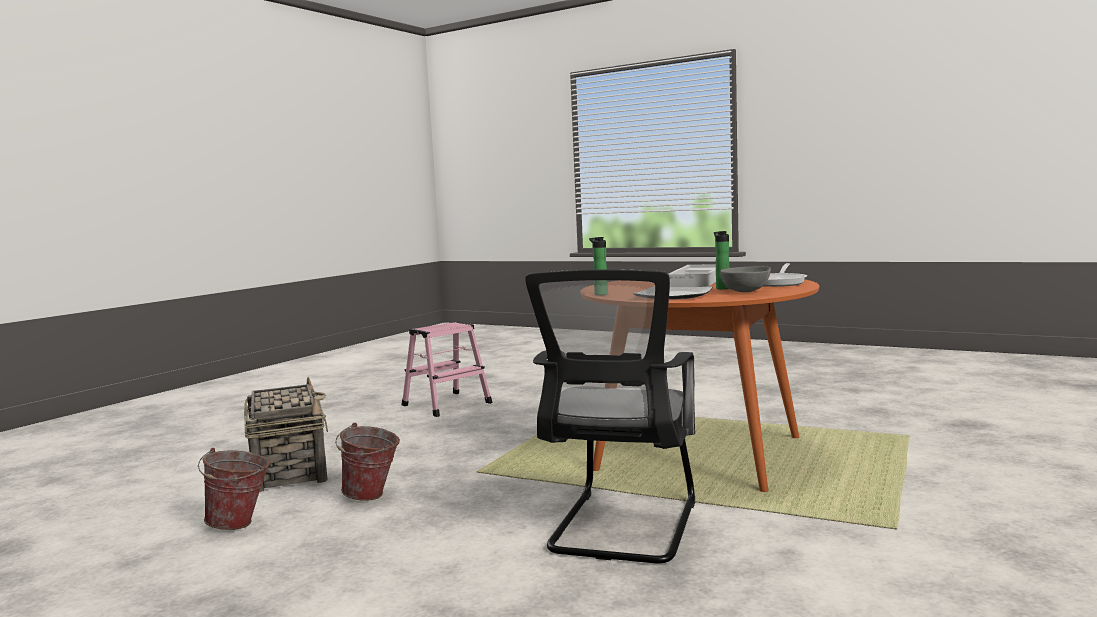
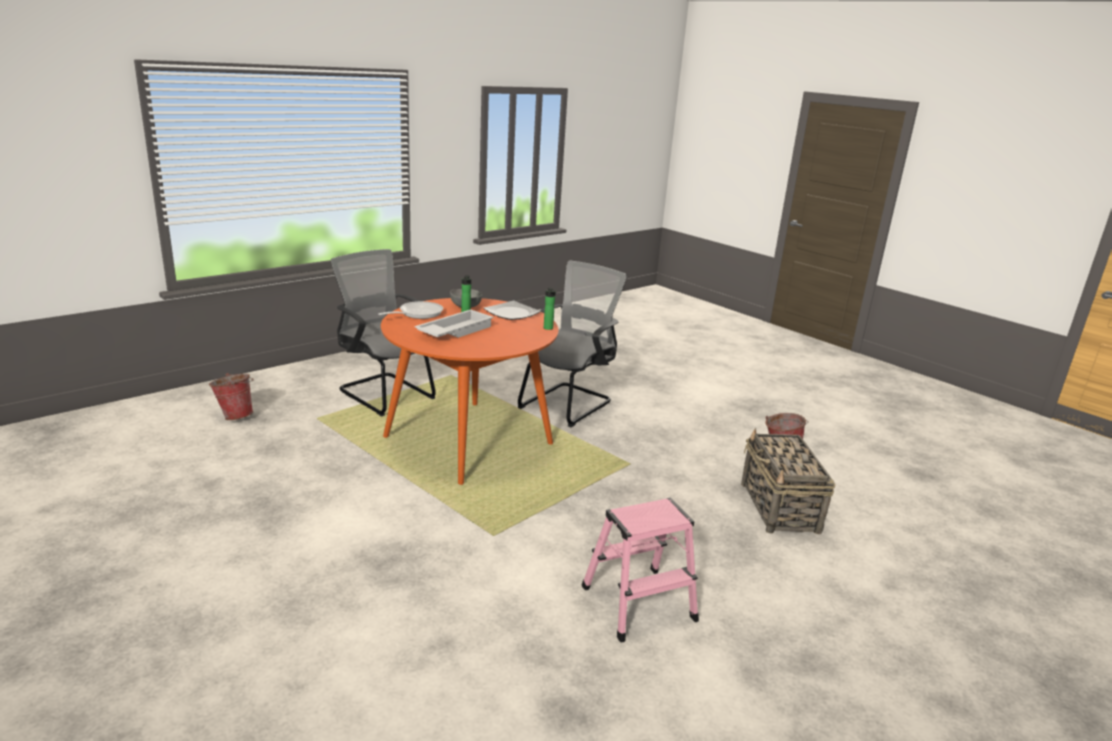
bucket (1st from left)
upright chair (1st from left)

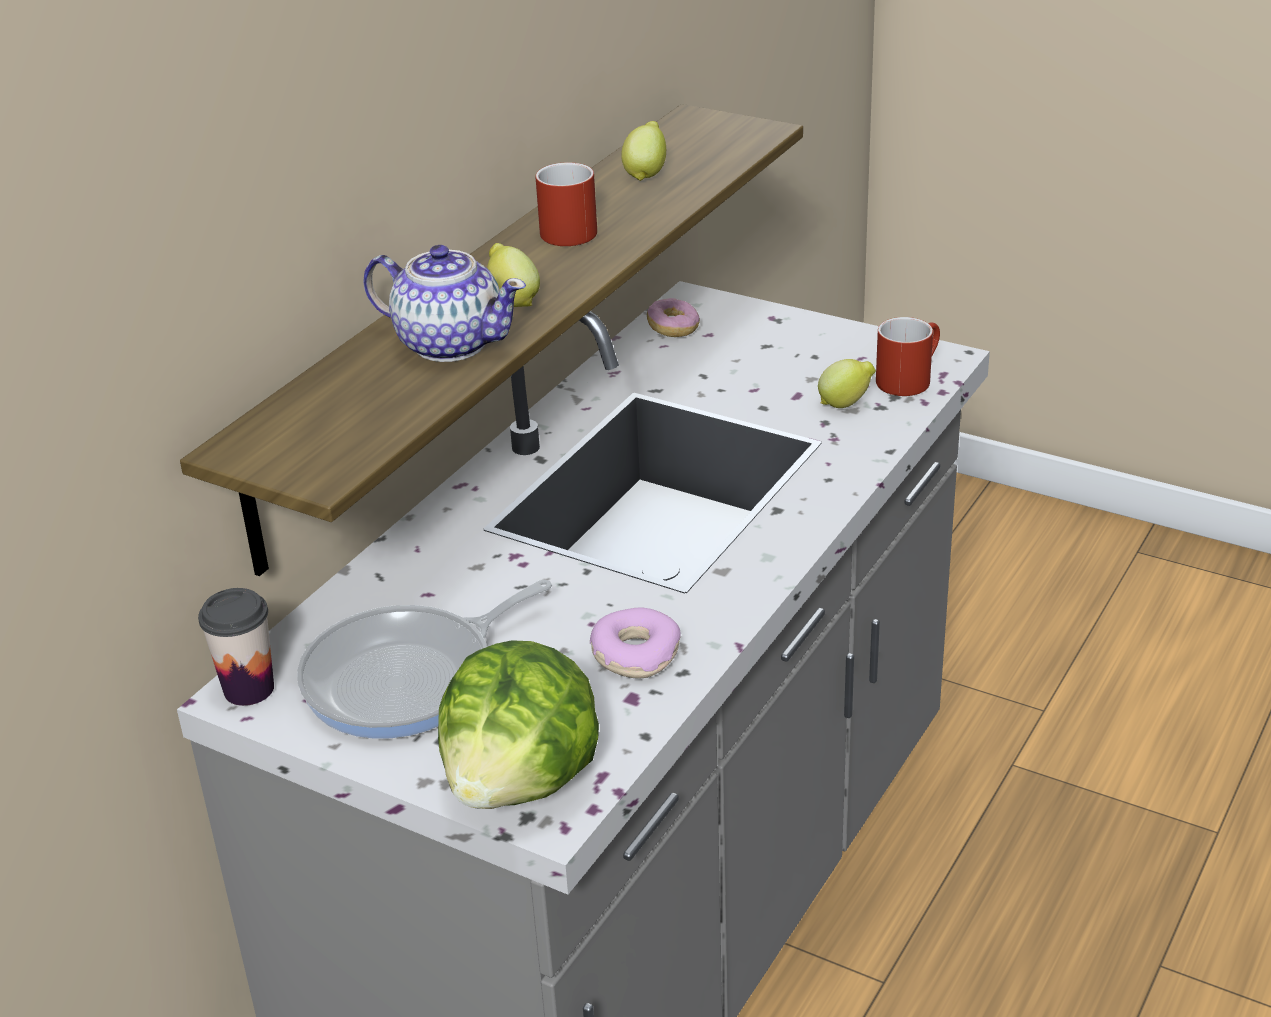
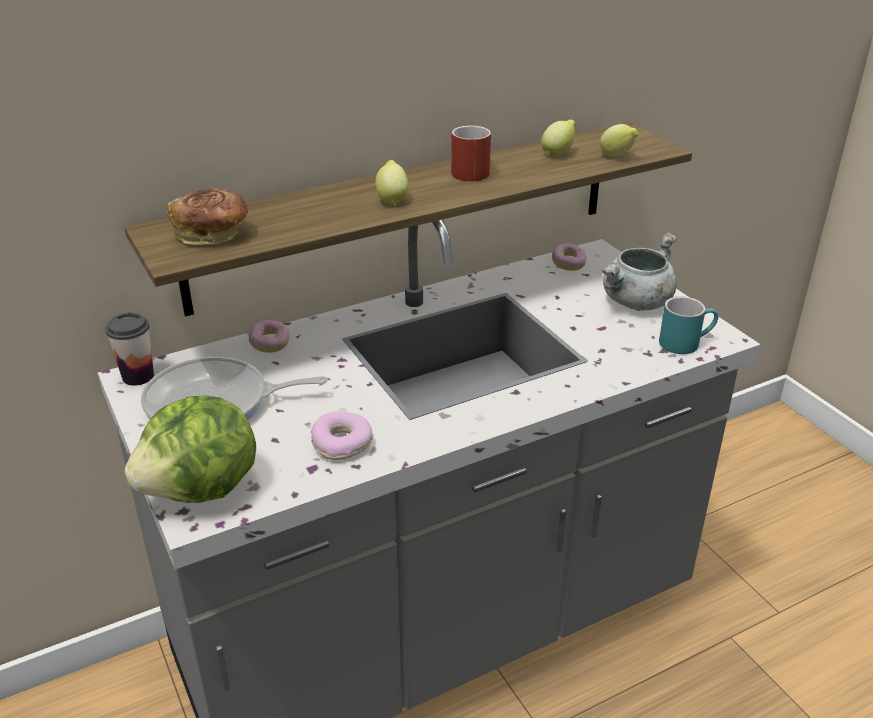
bakery bread
doughnut (1st from left)
whole lemon (3rd from left)
grey saucepot
turquoise tea mug
pot for tea

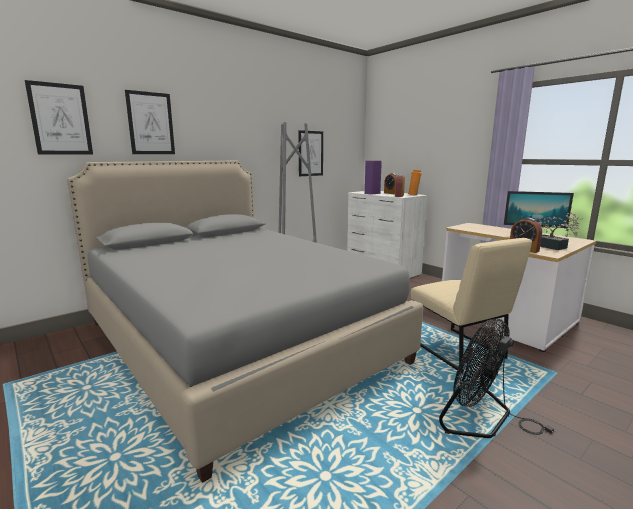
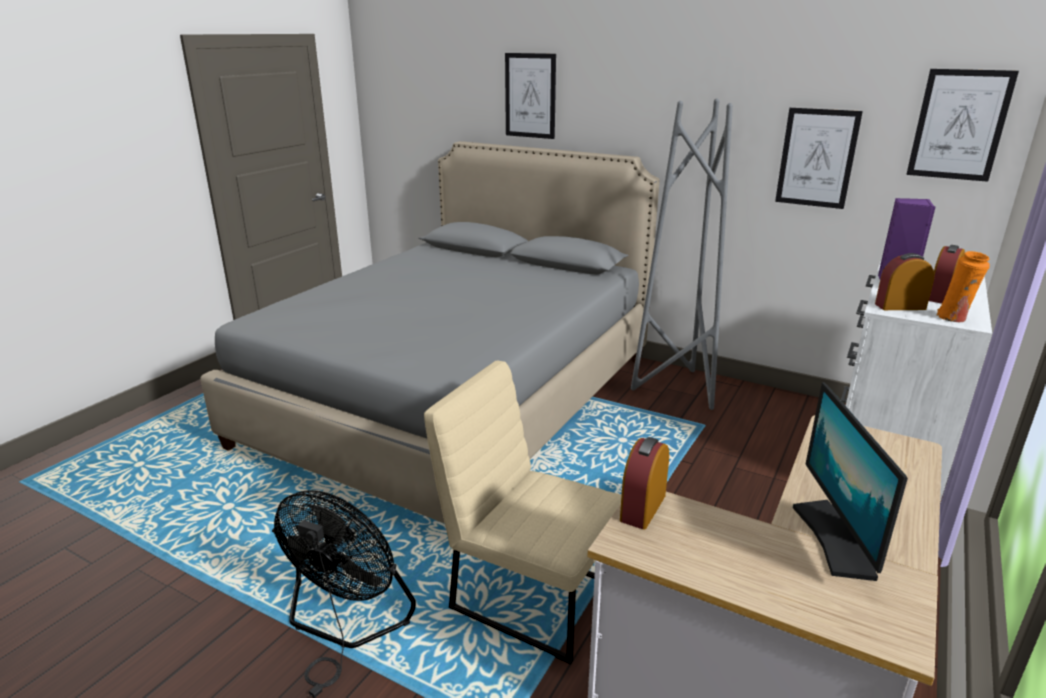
beige upright chair
wall picture (3rd from left)
plant in a pot

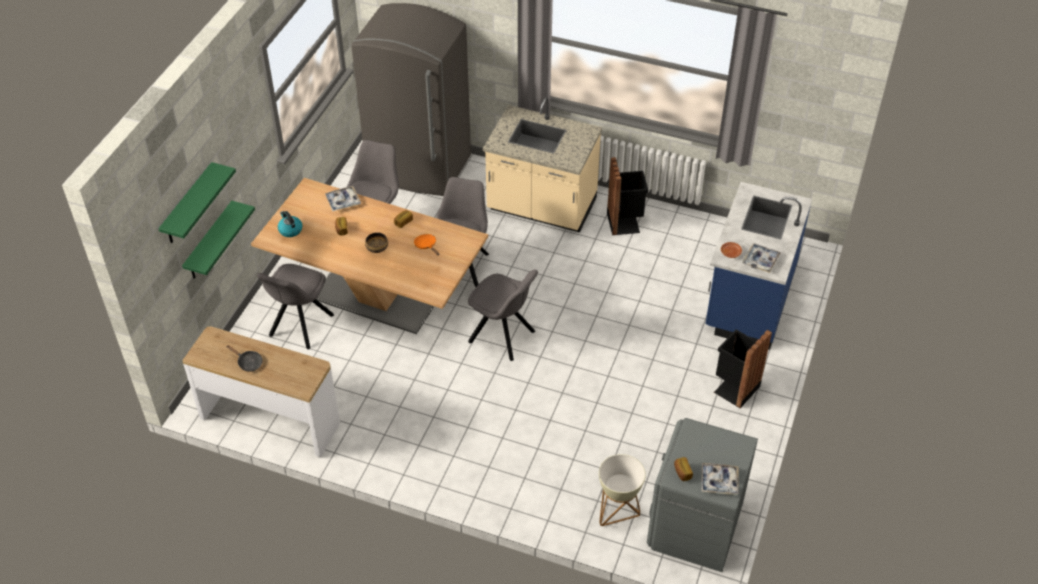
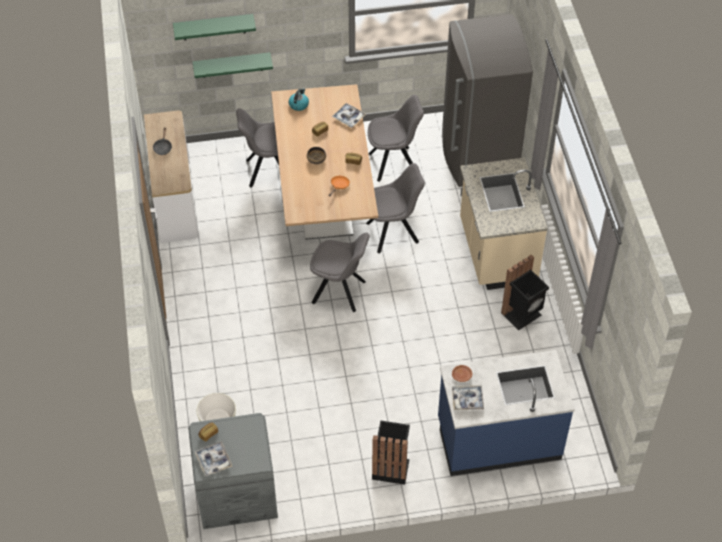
grey upright chair (2nd from left)

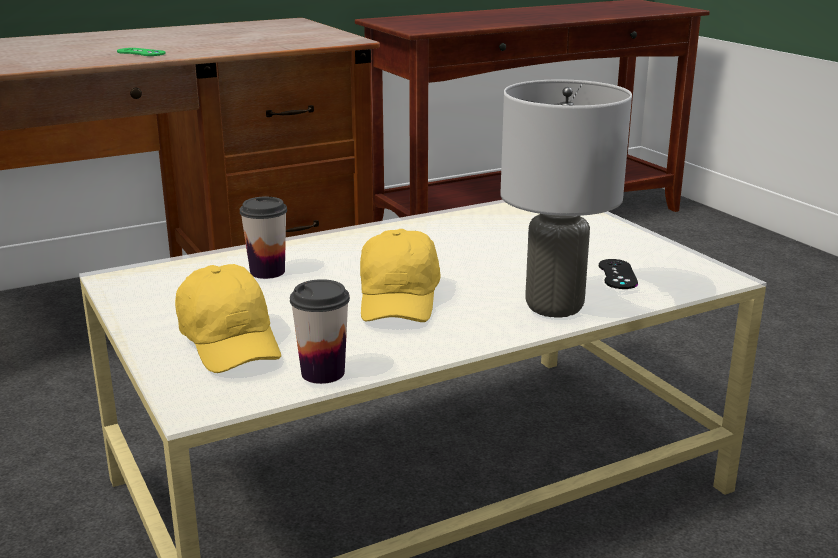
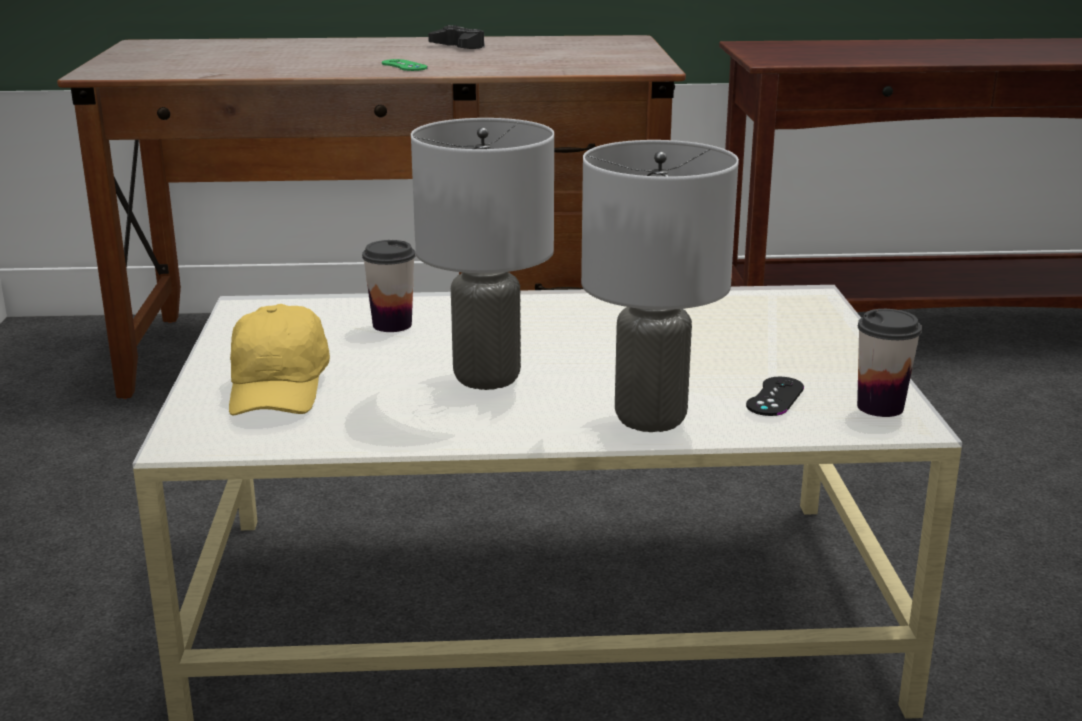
white-coloured lamp for a table (1st from left)
blackish joypad (1st from left)
small cup (2nd from left)

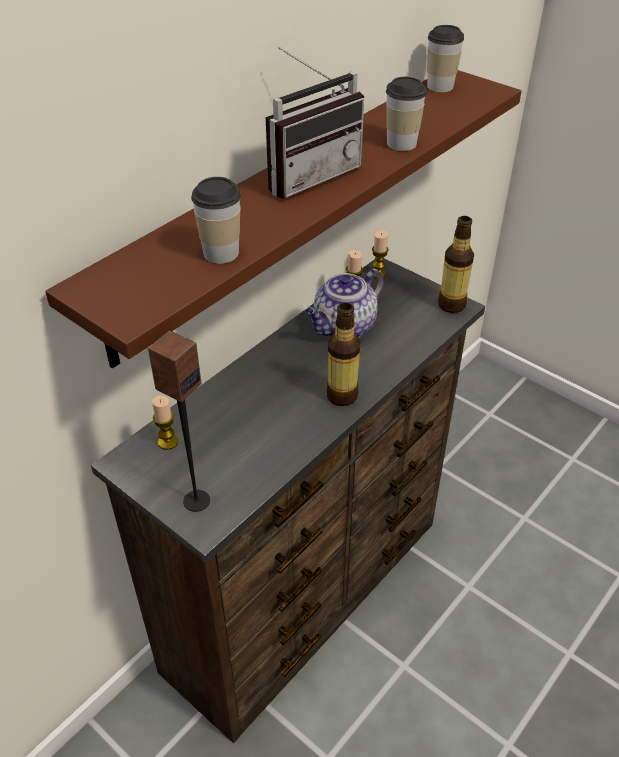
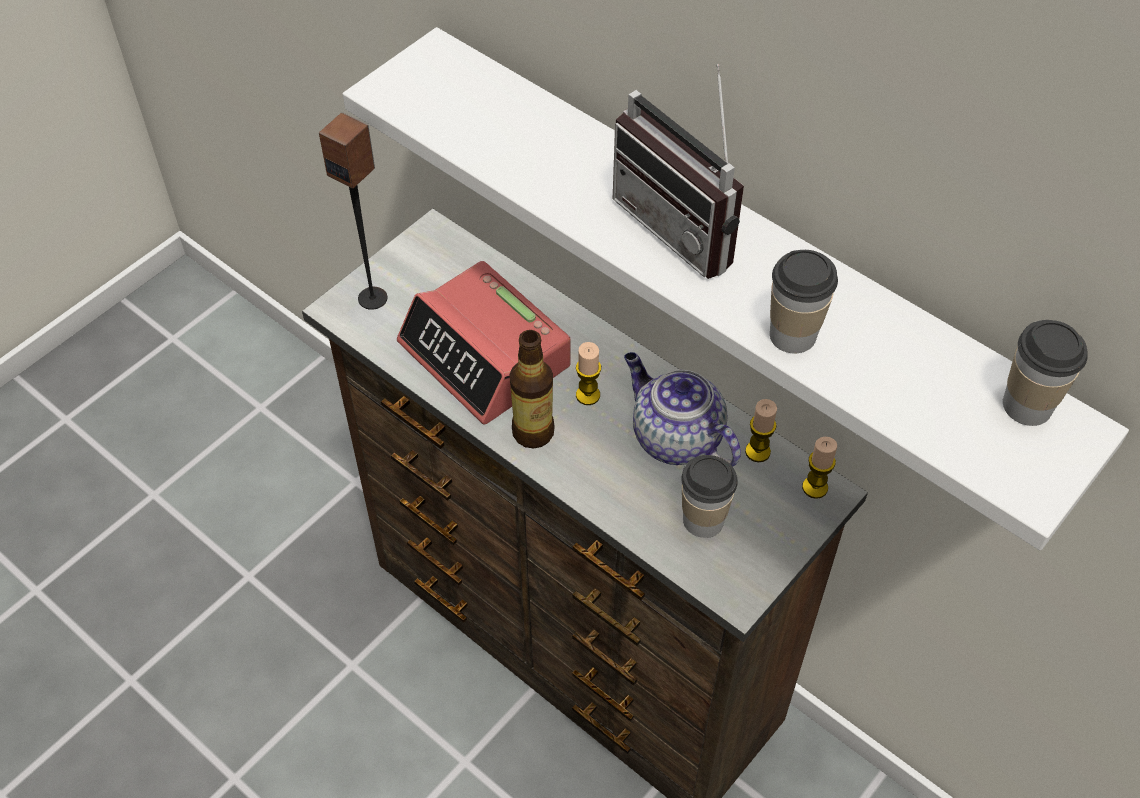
white-coloured shelf
table clock
wax light (1st from left)
small cup (1st from left)
beverage bottle (2nd from left in the first image)

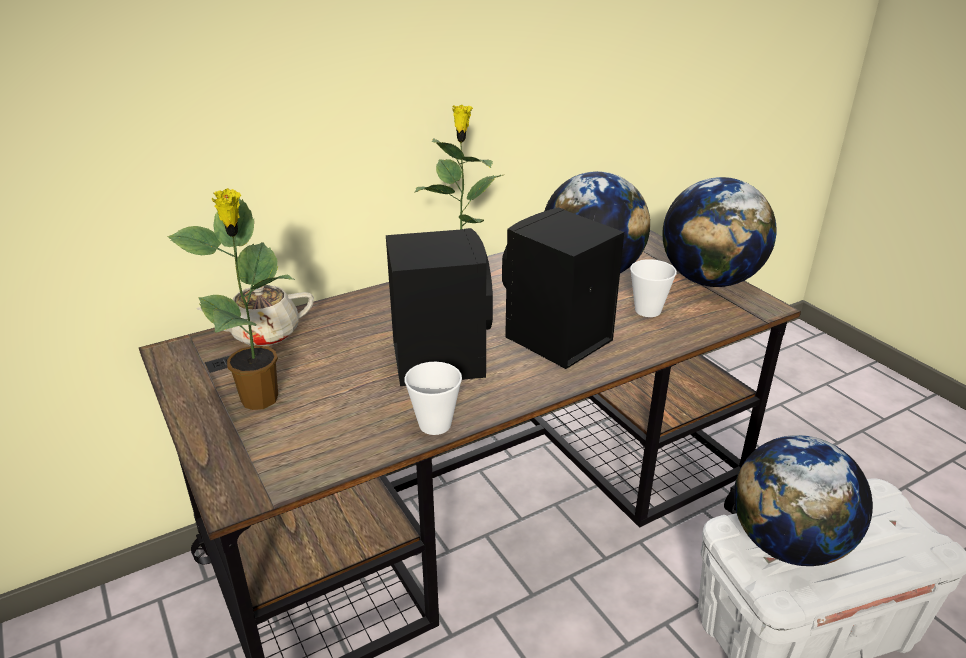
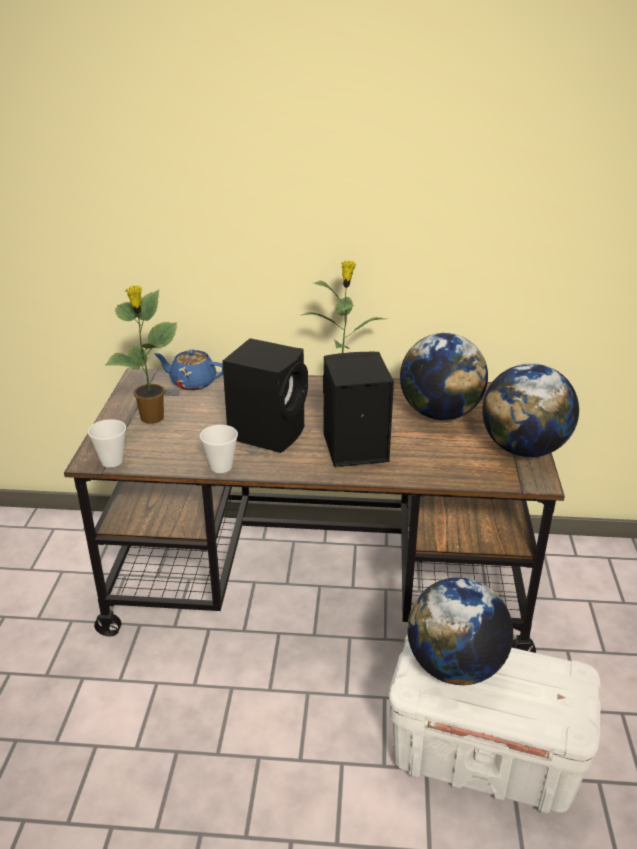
small cup (1st from left)
blue-coloured pot for tea

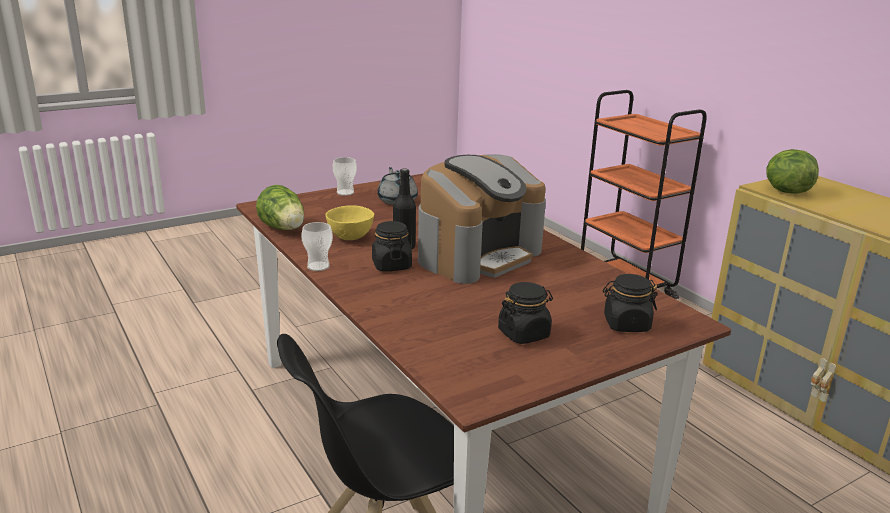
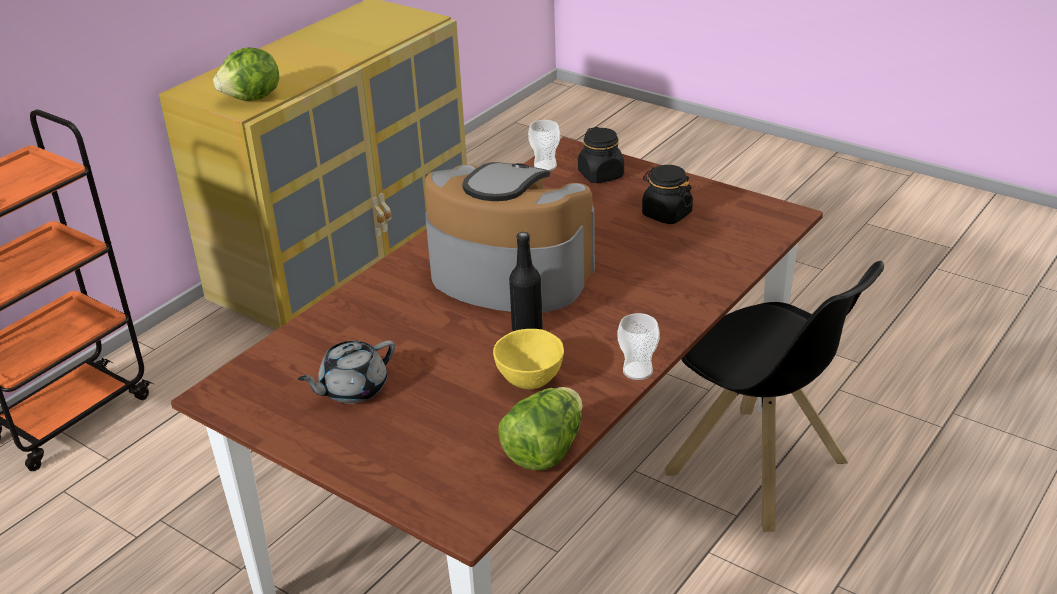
small cup (1st from left)
blackish storage jar (1st from left in the first image)

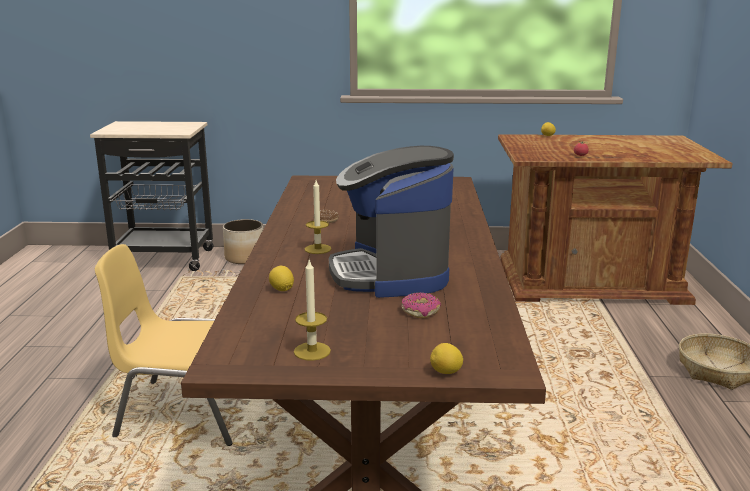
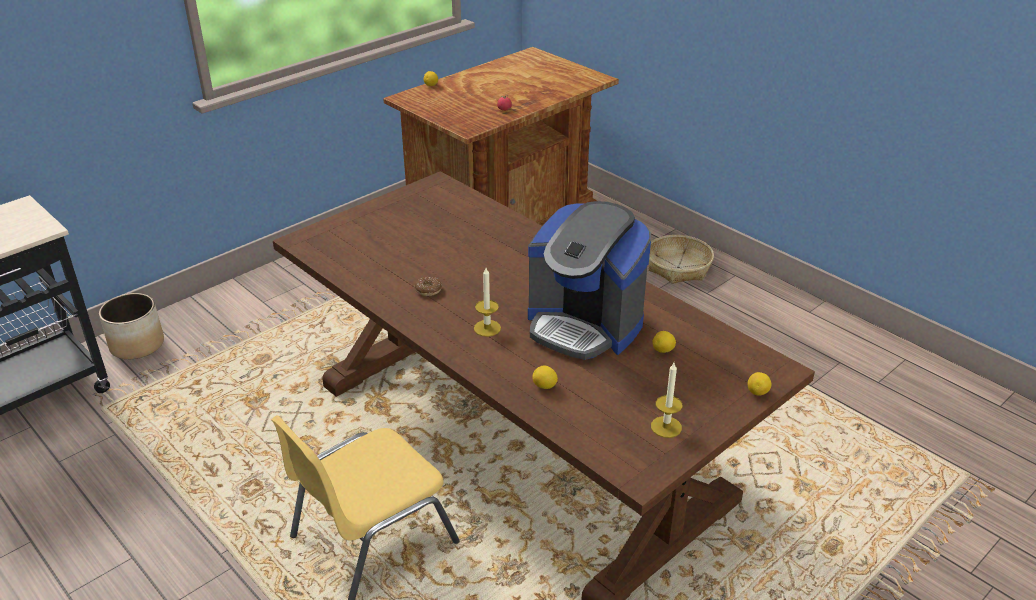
whole lemon (3rd from left)

